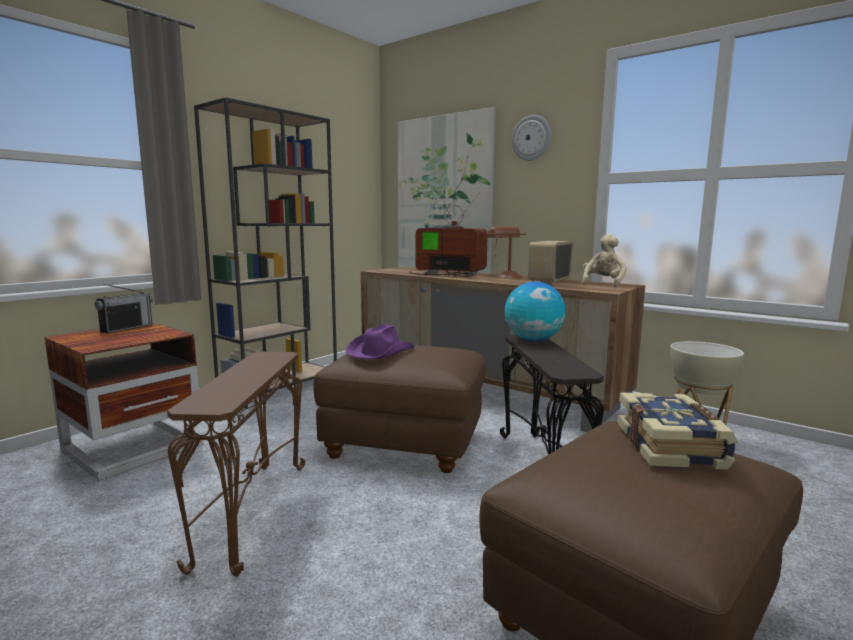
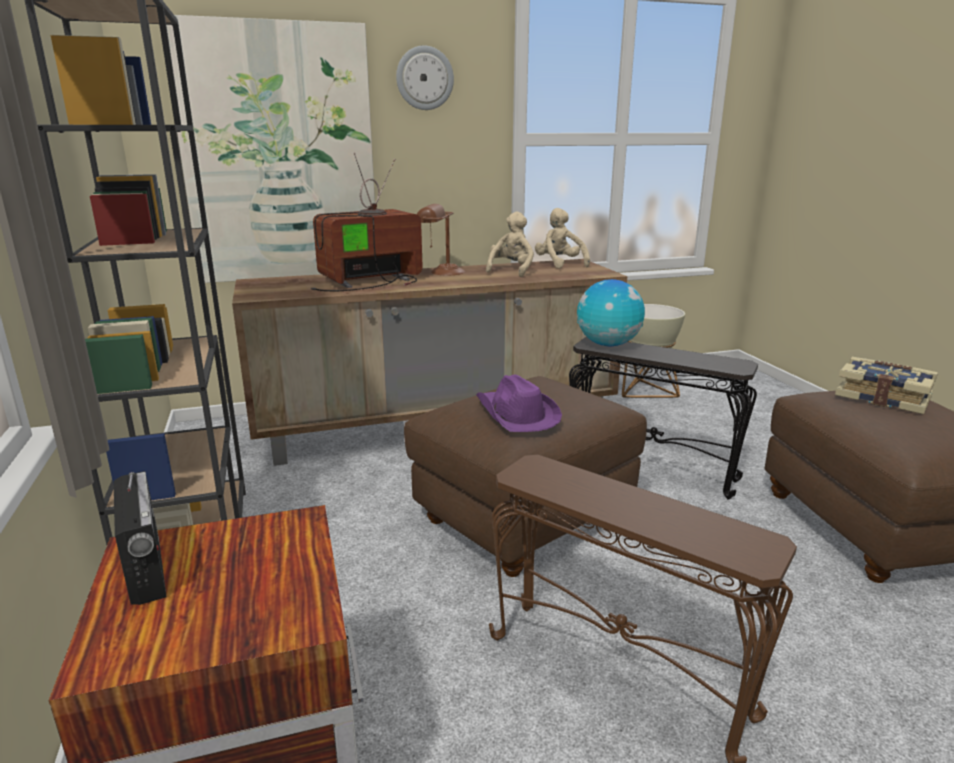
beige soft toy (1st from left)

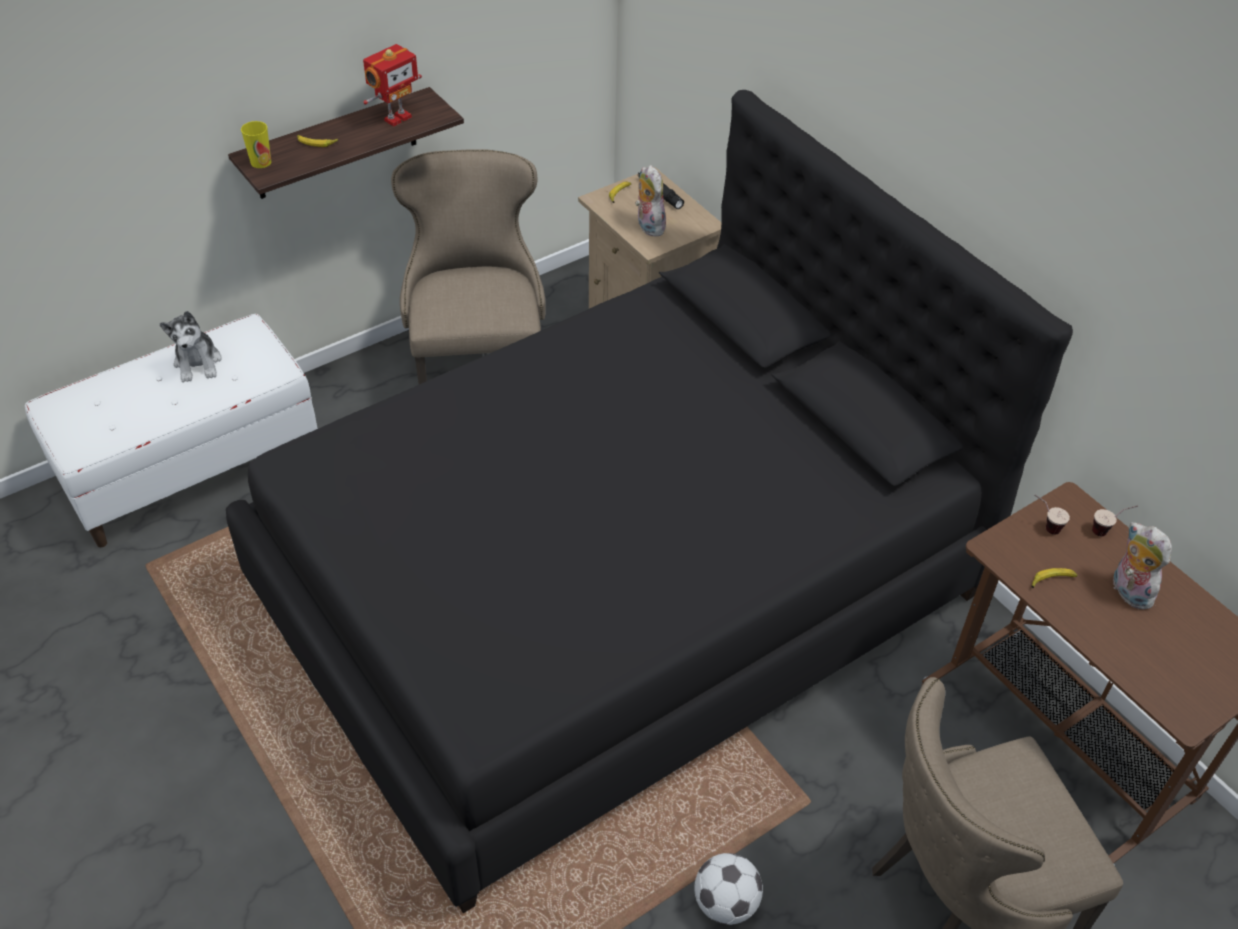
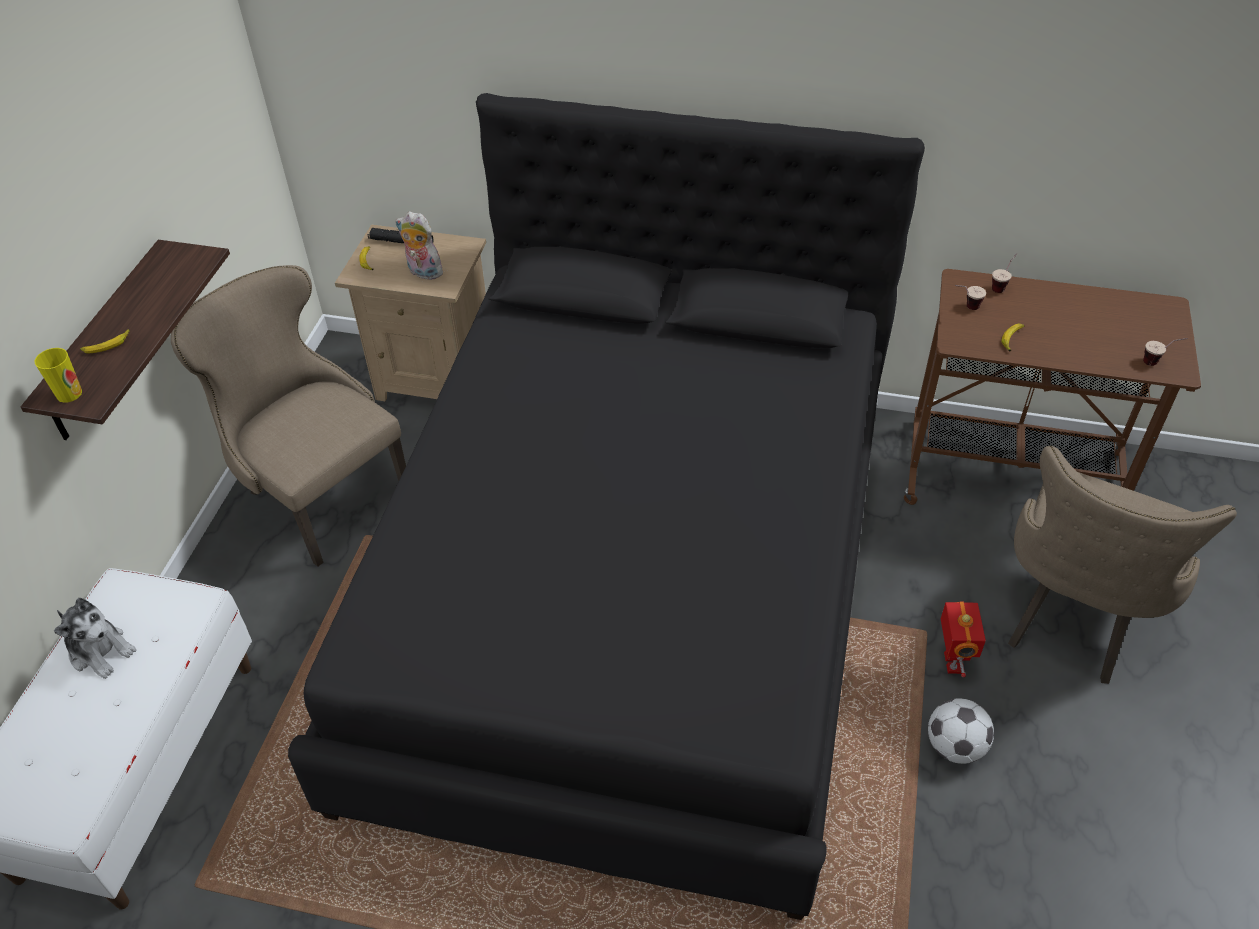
model robot
small cup (4th from left)
soft toy (3rd from left in the first image)

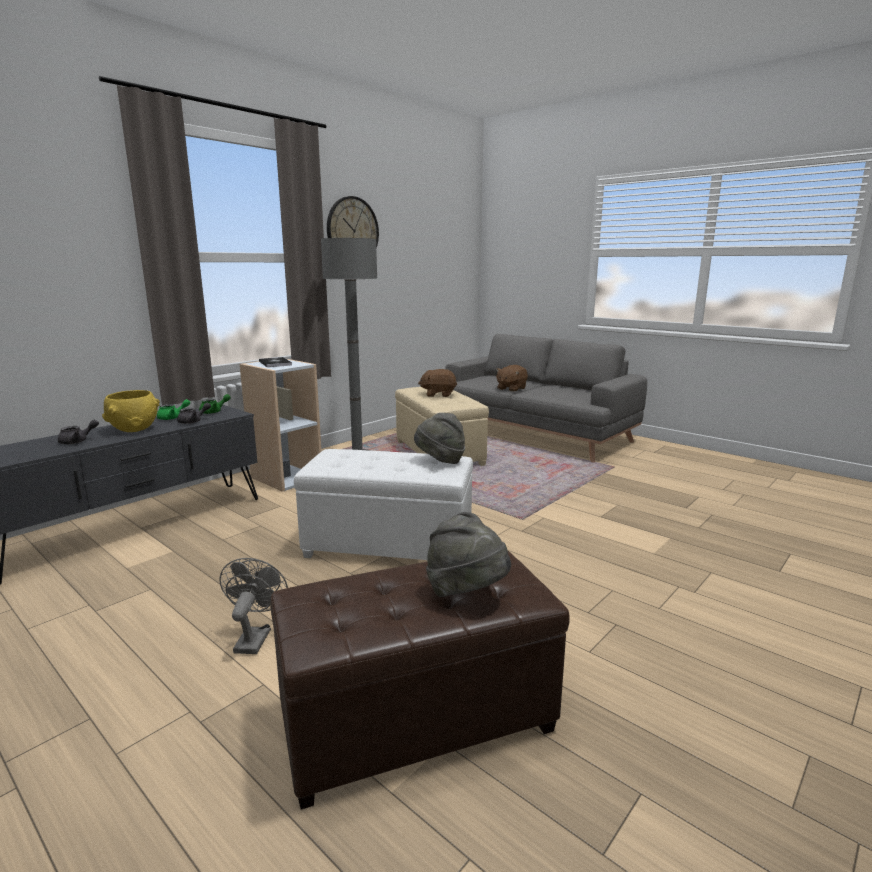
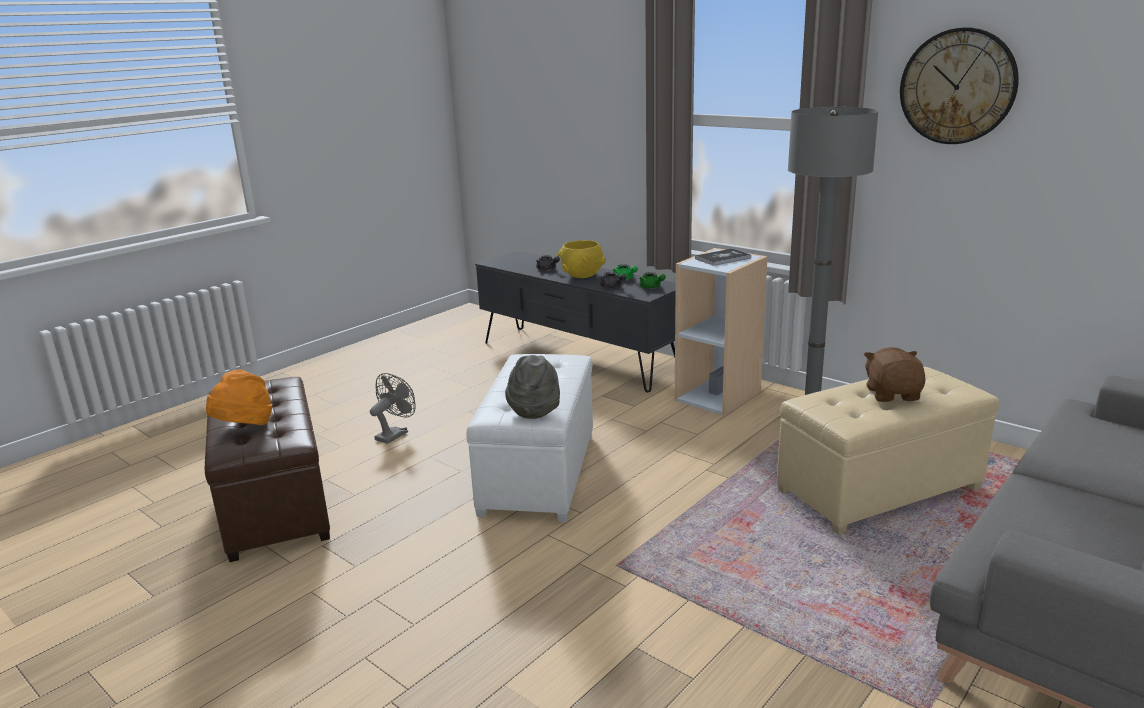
orange-coloured clothing hat
grey cooling fan
brown soft toy (2nd from left in the first image)

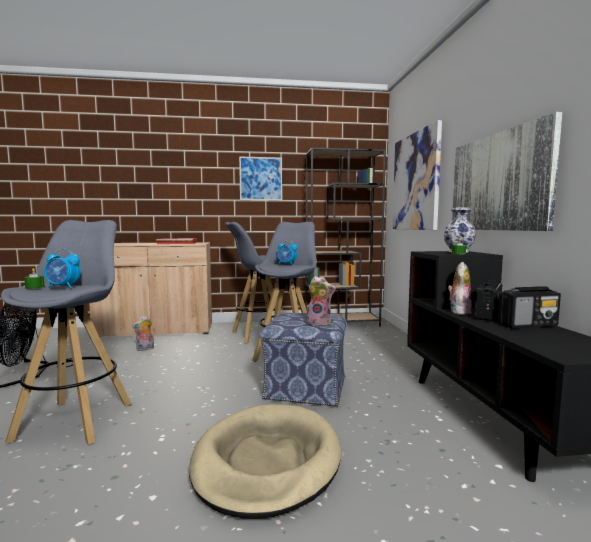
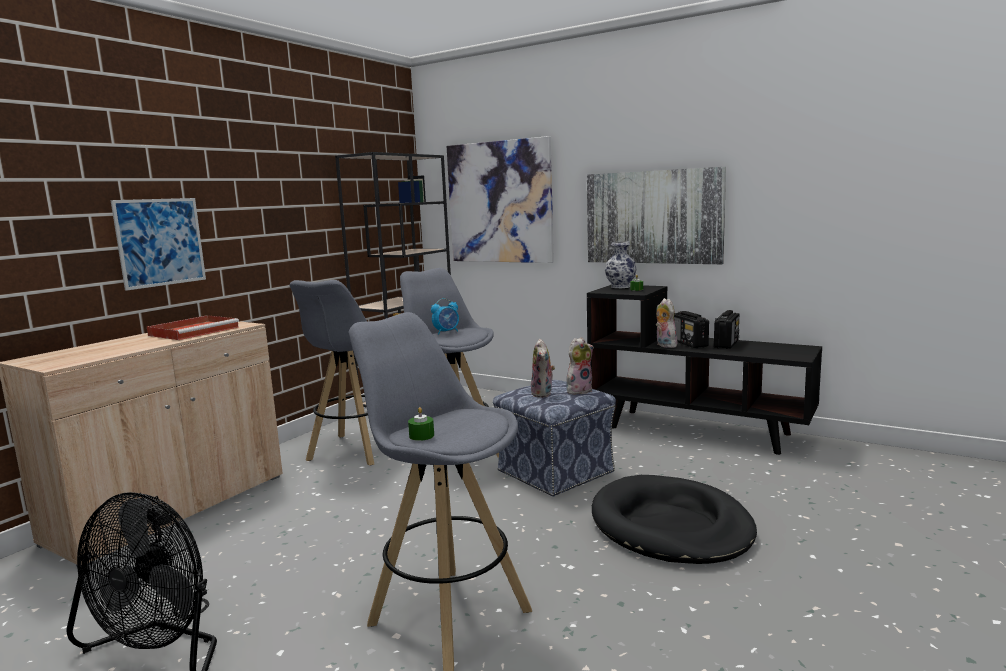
wall picture (1st from left)
soft toy (1st from left)
blackish pet bed
table clock (1st from left in the first image)

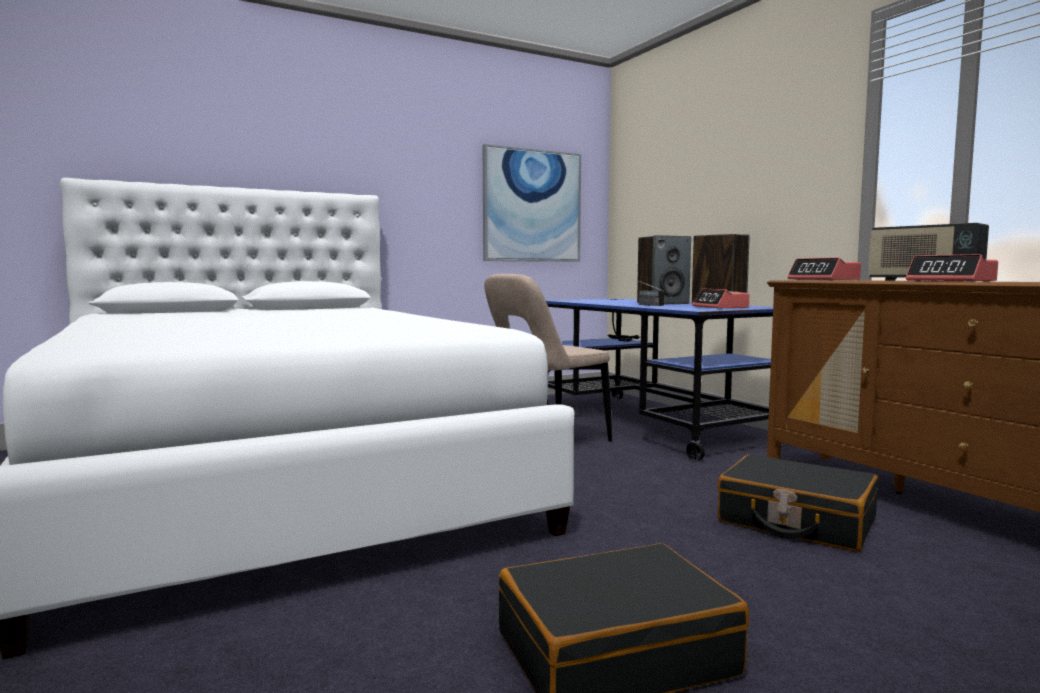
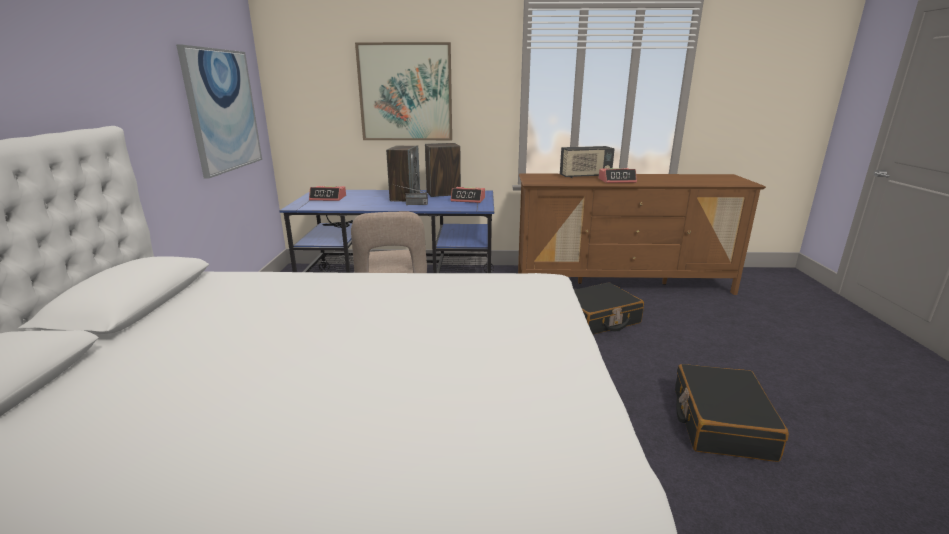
table clock (1st from left)
wall picture (2nd from left)

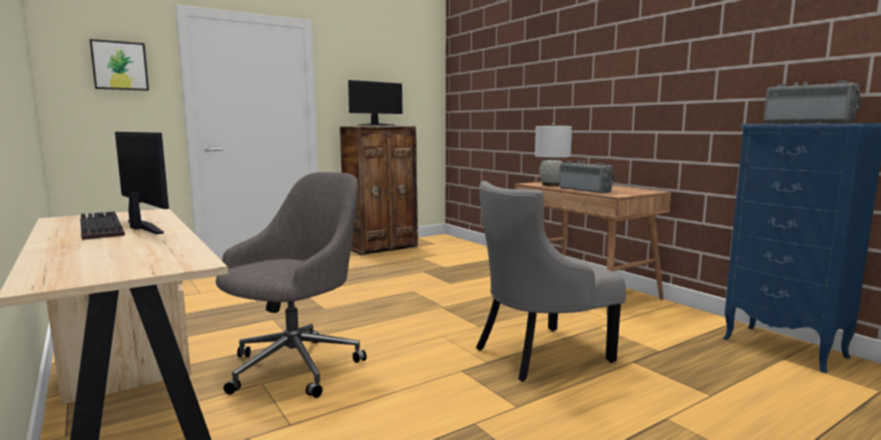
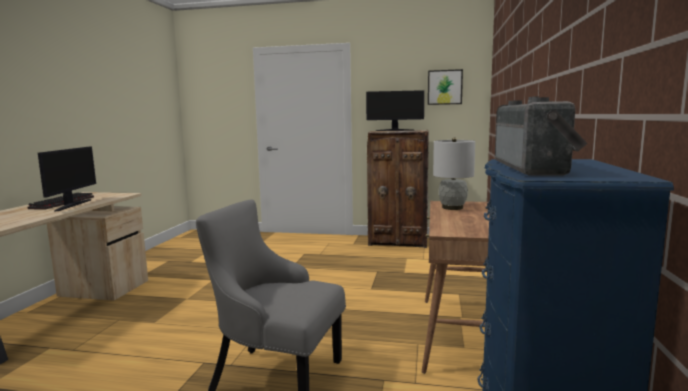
wall picture
grey desk chair
radio set (1st from left in the first image)

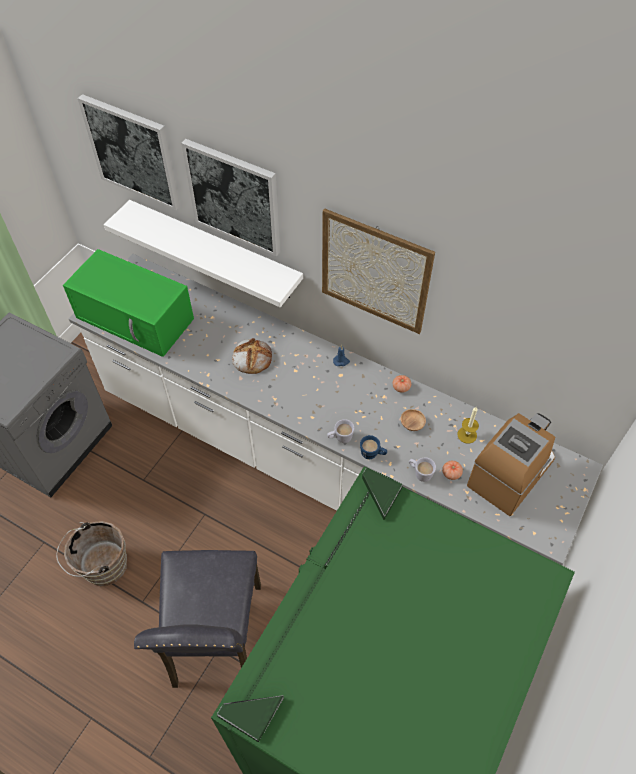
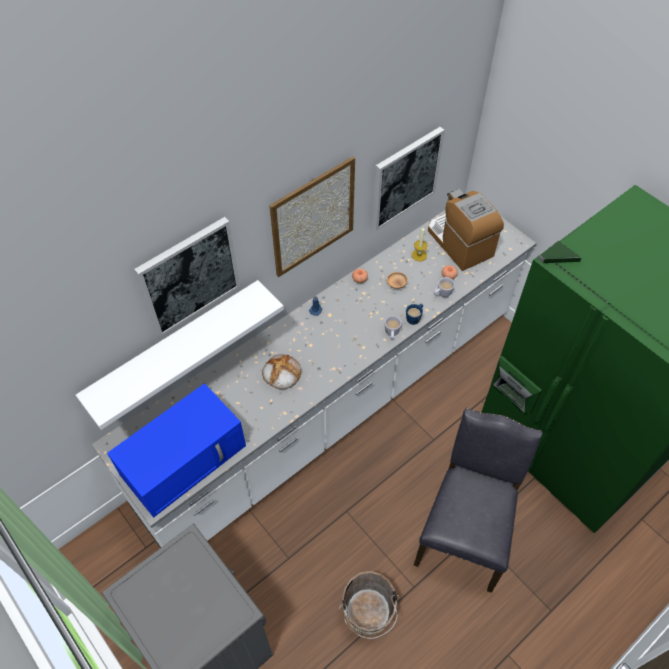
blue-coloured microwave
wall picture (3rd from left)
grey upright chair

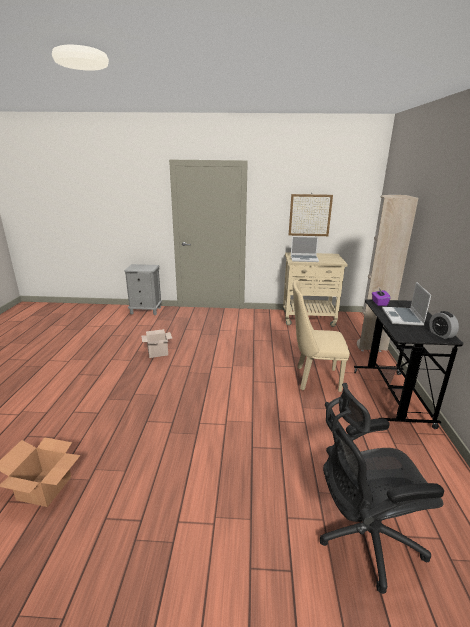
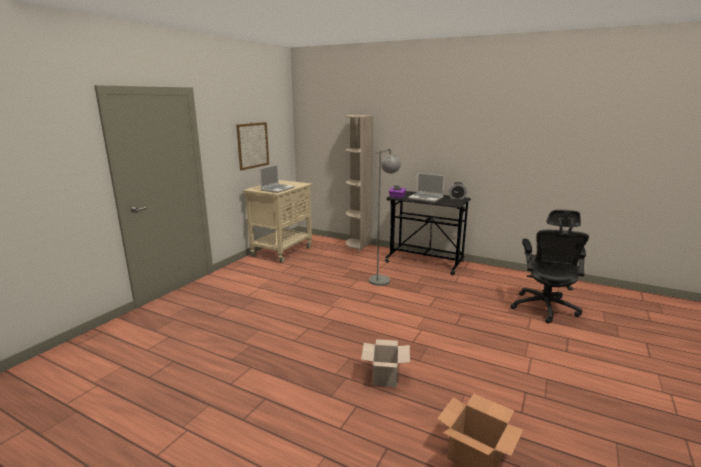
cardboard box (1st from left)
grey standard lamp
grey bedside table

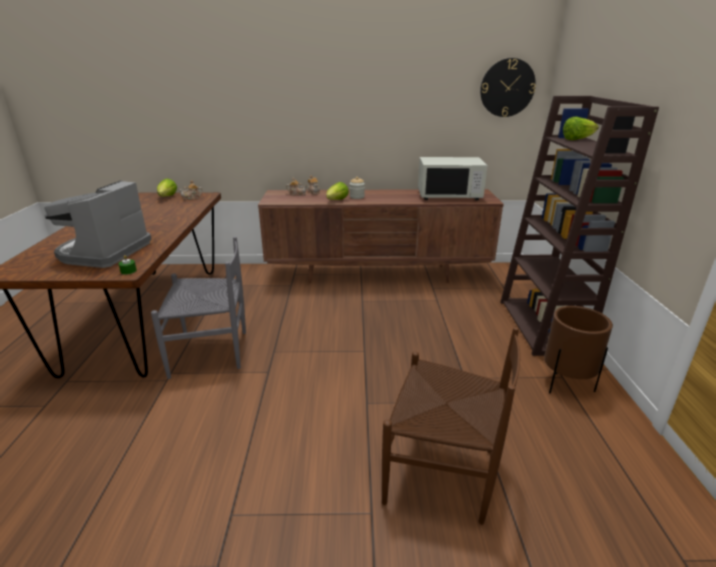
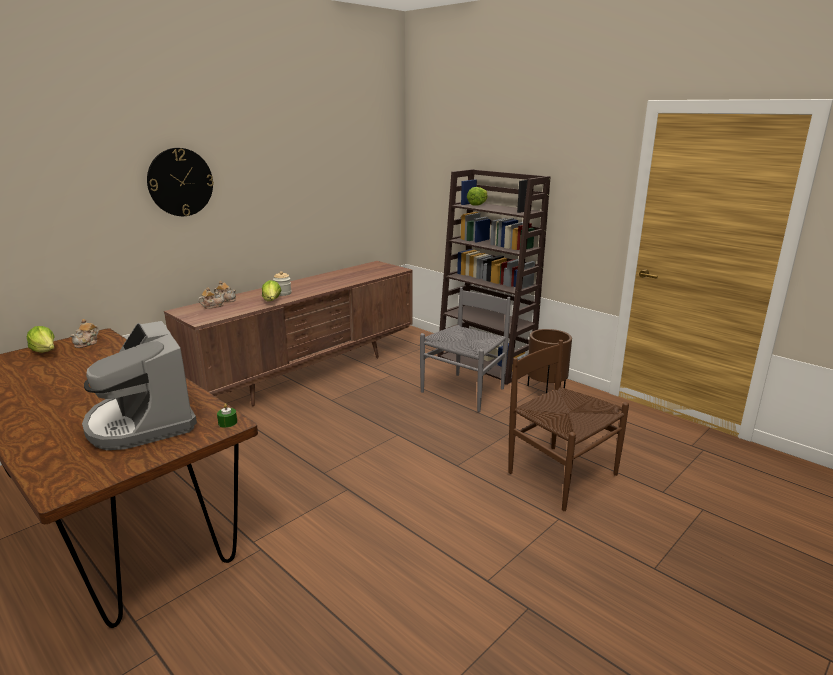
clock on the wall
grey upright chair
brown upright chair
white-coloured microwave

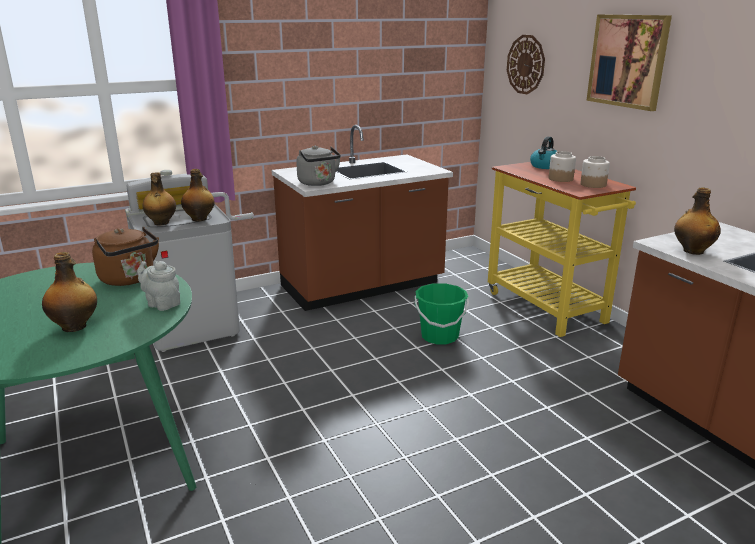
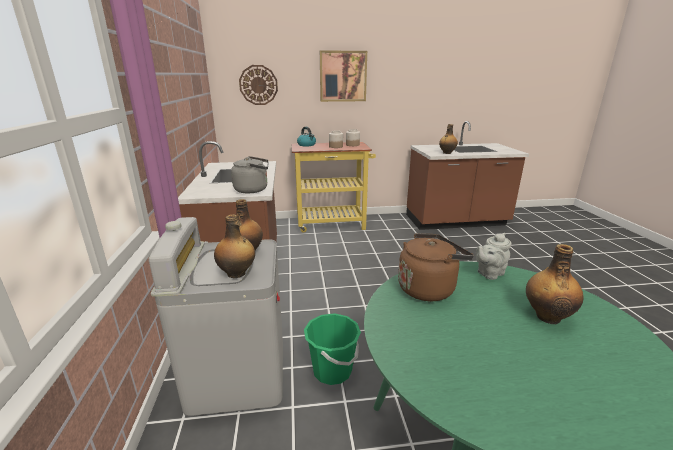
greenish bucket

